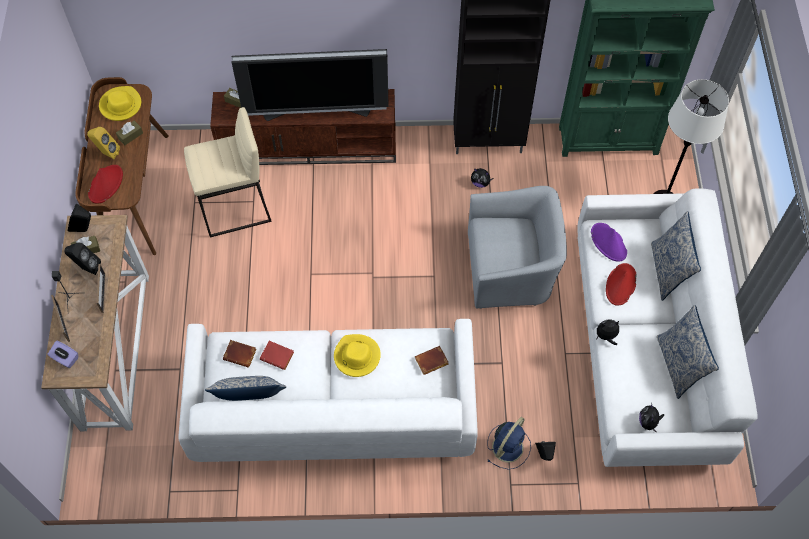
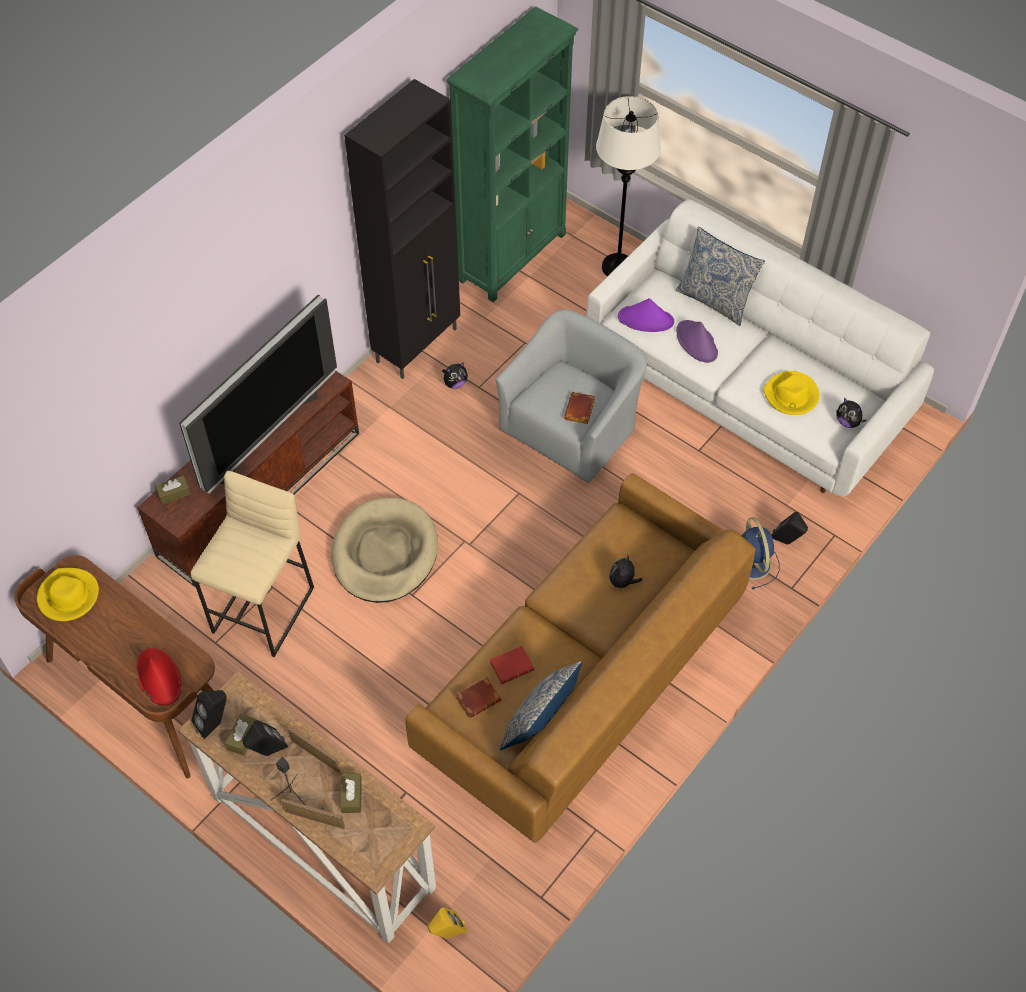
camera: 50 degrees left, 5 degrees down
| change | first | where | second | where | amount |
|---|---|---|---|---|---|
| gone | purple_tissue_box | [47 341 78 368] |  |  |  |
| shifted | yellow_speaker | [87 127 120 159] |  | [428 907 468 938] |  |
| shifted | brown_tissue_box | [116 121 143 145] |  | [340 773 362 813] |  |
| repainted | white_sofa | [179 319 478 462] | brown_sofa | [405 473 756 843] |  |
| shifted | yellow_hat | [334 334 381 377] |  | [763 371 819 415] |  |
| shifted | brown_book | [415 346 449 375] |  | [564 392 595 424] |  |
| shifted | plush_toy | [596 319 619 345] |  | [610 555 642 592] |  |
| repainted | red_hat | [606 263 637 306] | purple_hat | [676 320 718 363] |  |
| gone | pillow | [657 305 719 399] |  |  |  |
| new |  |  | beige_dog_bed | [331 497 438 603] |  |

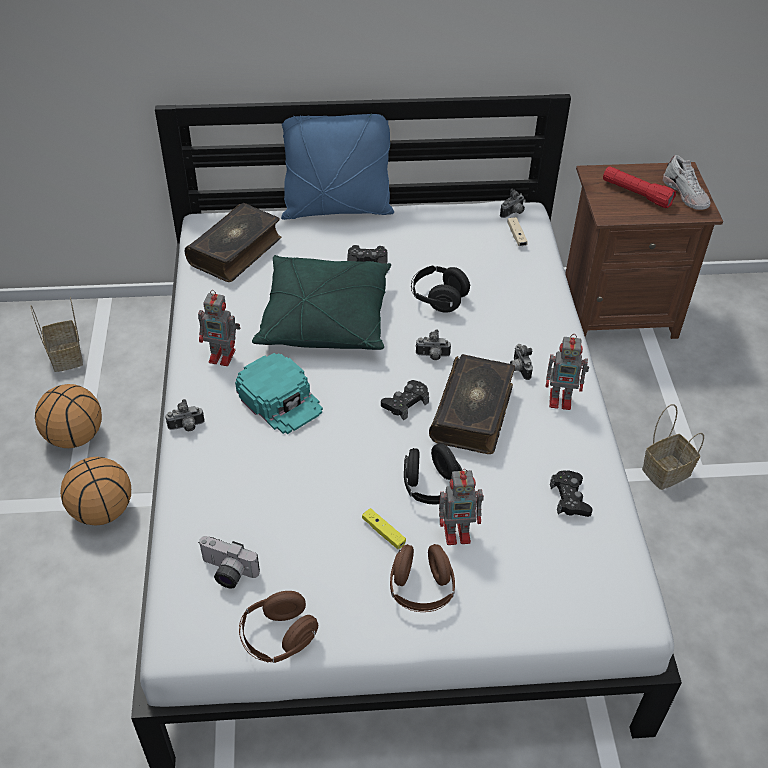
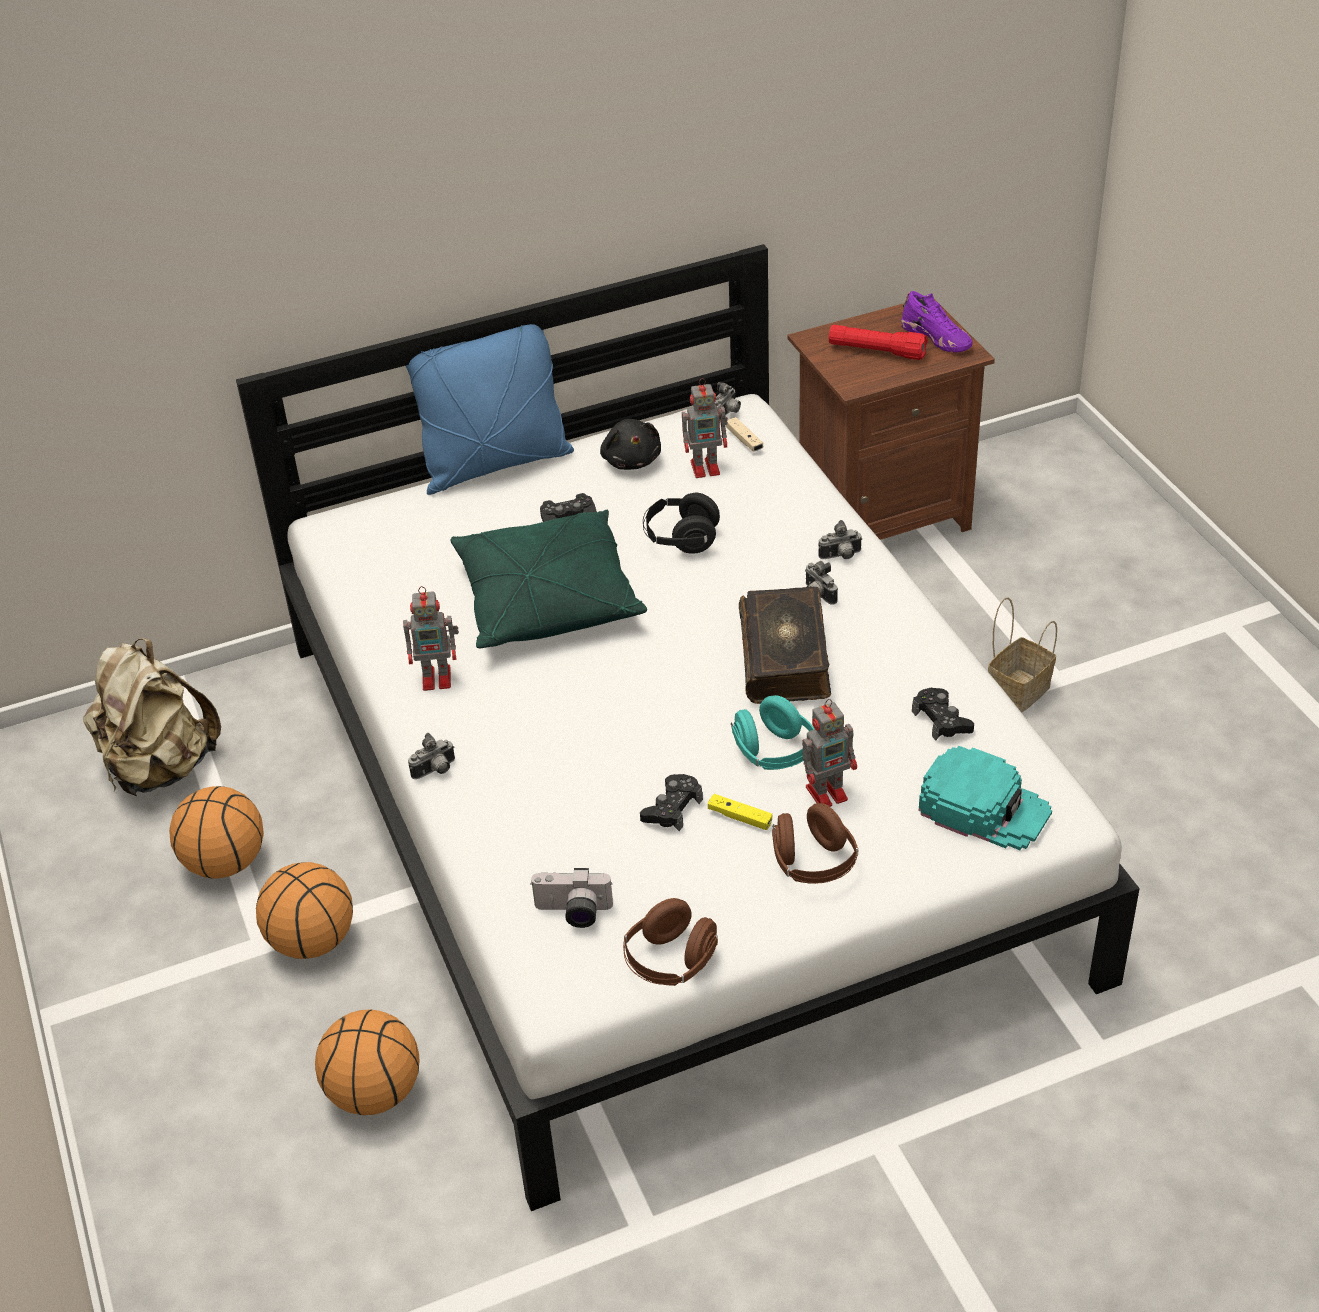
camera: 15 degrees left, 5 degrees down
| change | first | where | second | where | amount |
|---|---|---|---|---|---|
| swapped | basket | [31 297 83 372] | beige_backpack | [83 638 221 796] |  |
| gone | book | [185 203 281 282] |  |  |  |
| shifted | turquoise_cap | [235 353 323 434] |  | [919 746 1052 850] |  |
| shifted | black_game_controller | [381 380 429 420] |  | [640 774 703 831] |  |
| repainted | black_headphones | [404 443 462 504] | turquoise_headphones | [731 695 814 770] |  |
| shifted | photo_camera | [416 329 451 360] |  | [818 520 863 559] |  |
| shifted | toy_robot | [546 334 589 410] |  | [682 378 728 478] |  |
| repainted | white_shoe | [663 155 711 210] | purple_shoe | [901 291 973 353] |  |
| new |  |  | basketball | [315 1009 419 1115] |  |
| new |  |  | black_plush_toy | [600 419 661 470] |  |

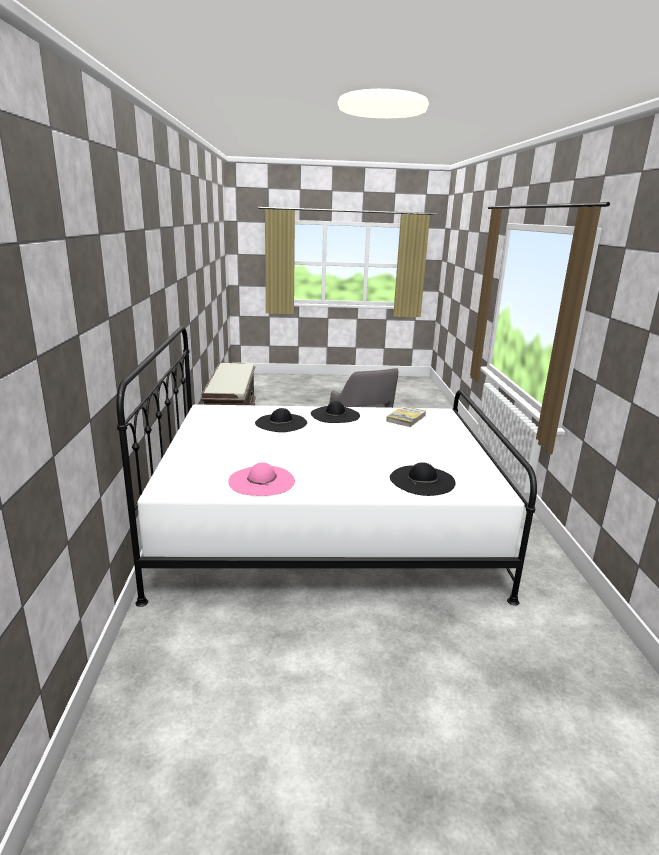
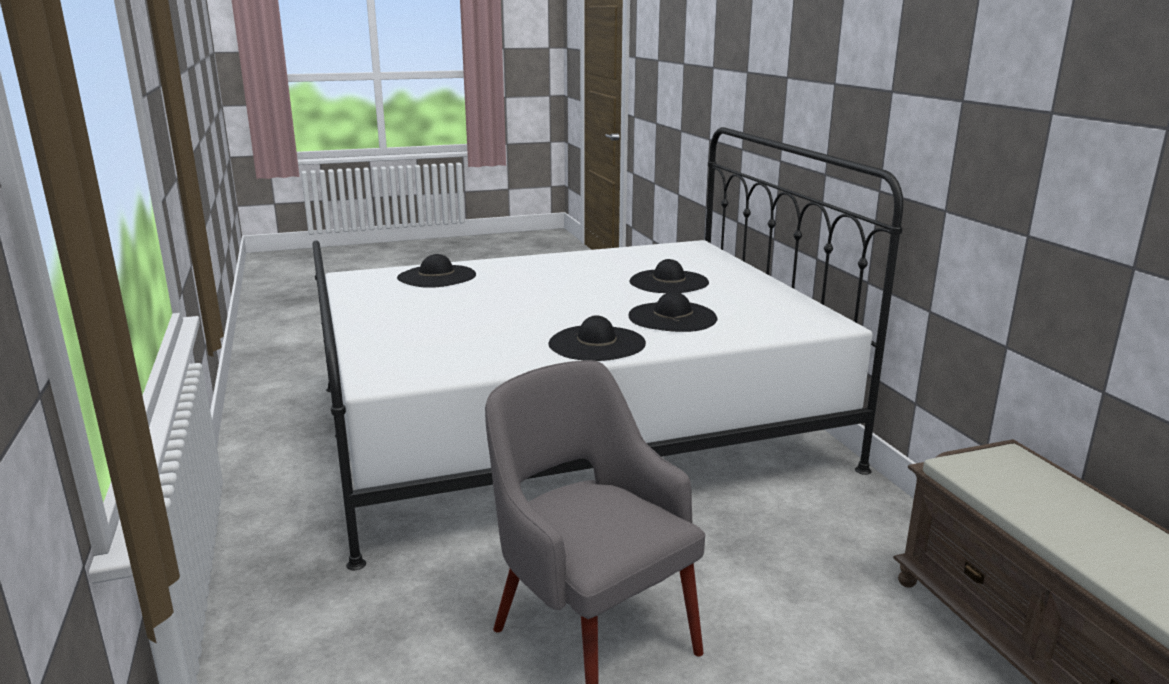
camera: 165 degrees right, 0 degrees up
| change | first | where | second | where | amount |
|---|---|---|---|---|---|
| gone | pink_hat | [228 462 295 496] |  |  |  |
| gone | book | [386 406 426 427] |  |  |  |
| new |  |  | black_hat | [630 259 709 293] |  |

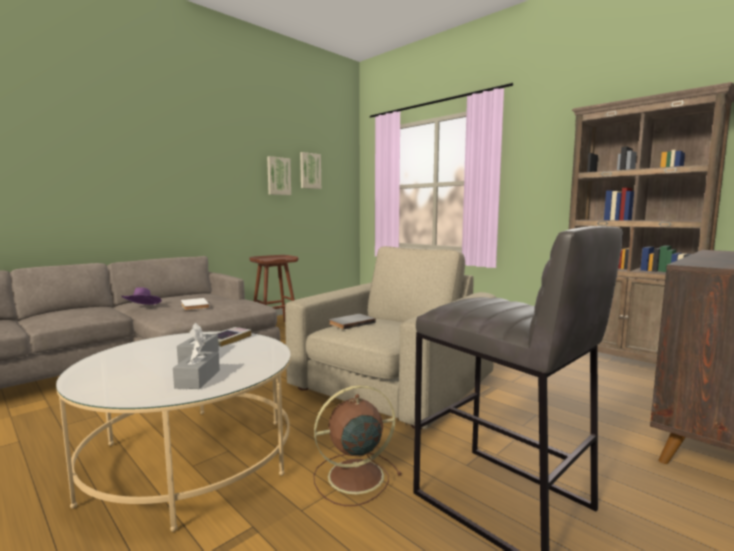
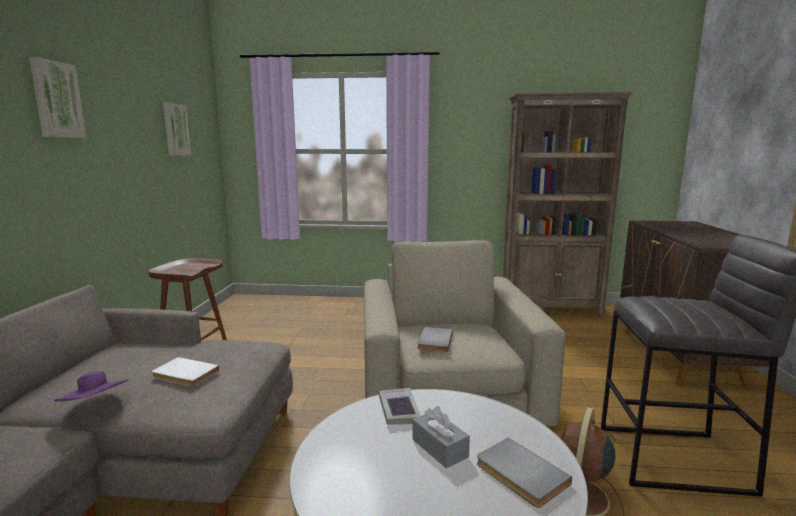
camera: 40 degrees left, 5 degrees up
| change | first | where | second | where | amount |
|---|---|---|---|---|---|
| swapped | grey_tissue_box | [173 340 220 389] | grey_book | [477 438 572 508] |  |
| shifted | picture | [267 156 291 195] |  | [29 57 86 138] |  |

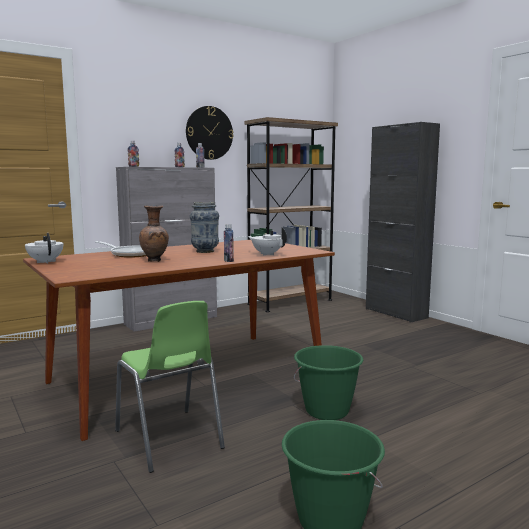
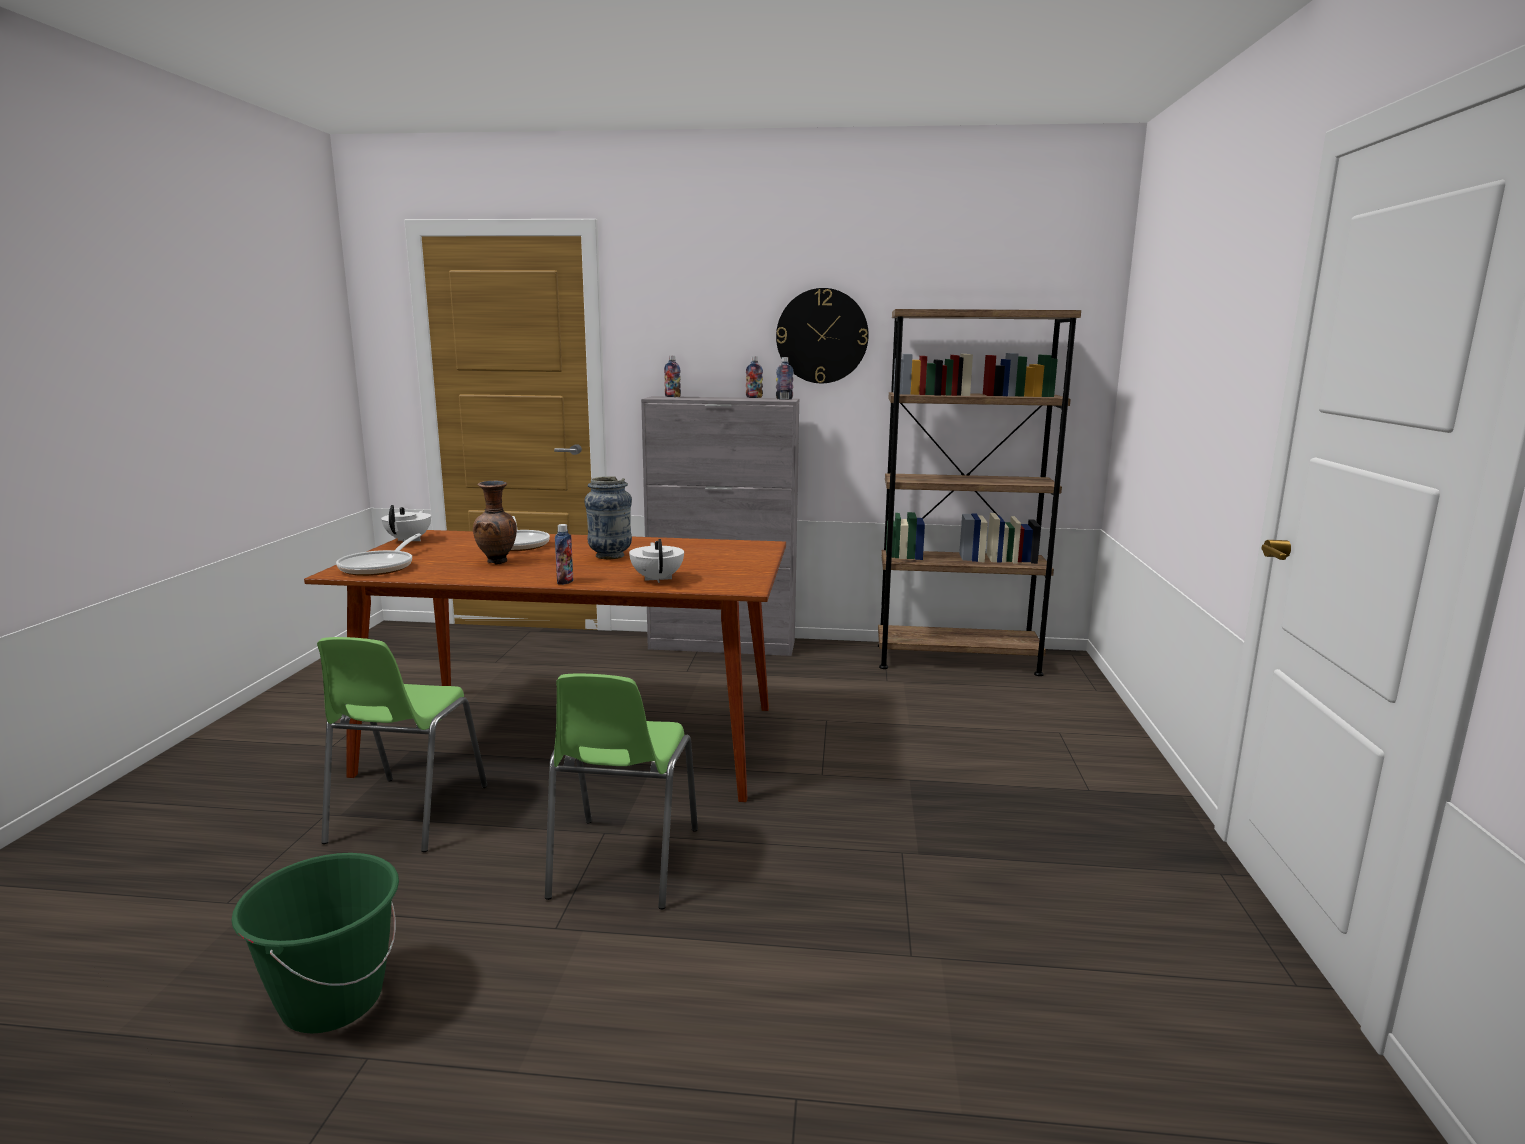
camera: 40 degrees right, 5 degrees up
| change | first | where | second | where | amount |
|---|---|---|---|---|---|
| swapped | green_bucket | [294 345 363 420] | green_chair | [545 673 698 909] |  |
| gone | black_cabinet | [366 122 440 323] |  |  |  |
| new |  |  | frying_pan | [336 534 421 576] |  |

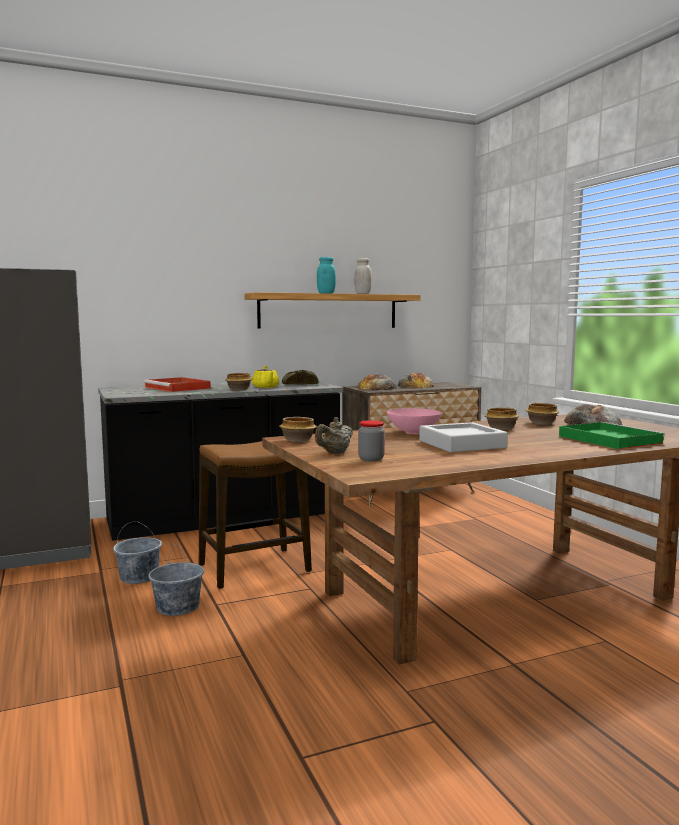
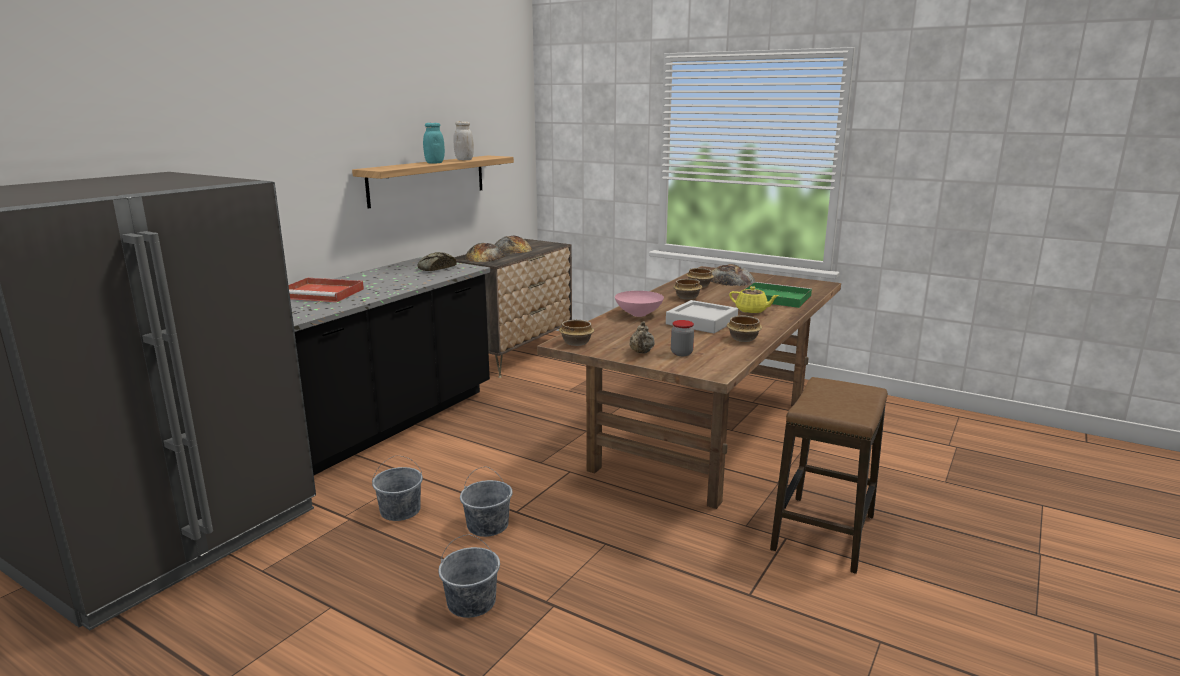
camera: 35 degrees left, 10 degrees up
| change | first | where | second | where | amount |
|---|---|---|---|---|---|
| shifted | stool | [199 441 312 589] |  | [770 377 888 574] |  |
| shifted | bowl | [225 373 252 391] |  | [727 316 762 342] |  |
| shifted | yellow_teapot | [252 366 279 388] |  | [729 286 779 313] |  |
| new |  |  | grey_bucket | [438 534 500 618] |  |

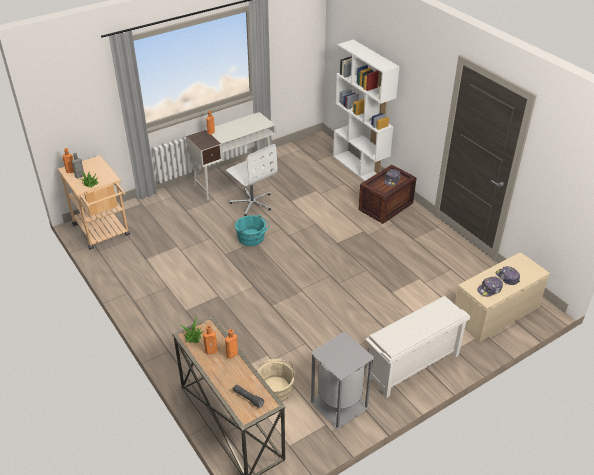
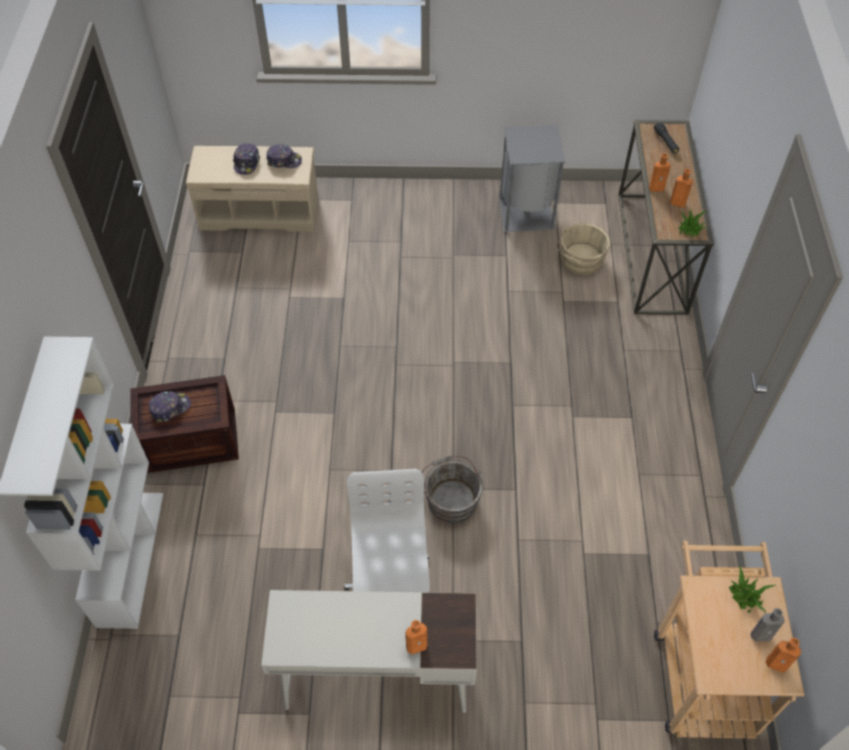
camera: 145 degrees left, 15 degrees up
| change | first | where | second | where | amount |
|---|---|---|---|---|---|
| repainted | turquoise_bucket | [235 214 269 246] | grey_bucket | [422 455 483 523] |  |
| gone | white_shoe_rack | [365 296 470 398] |  |  |  |

